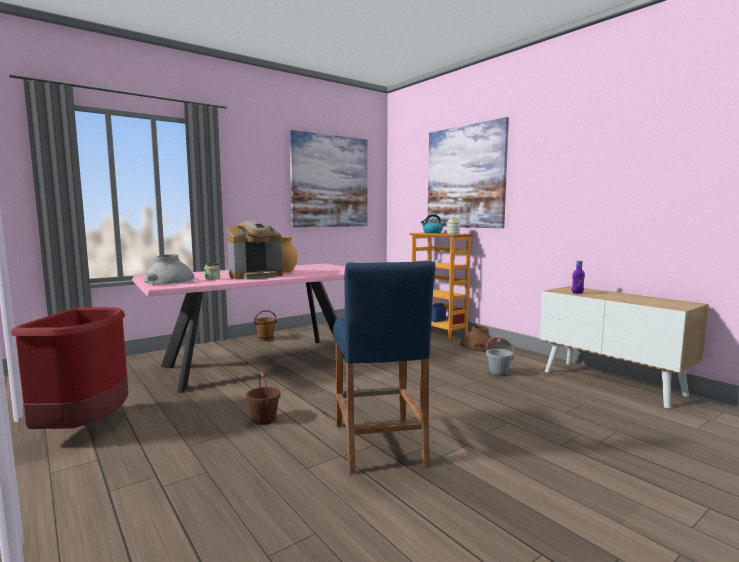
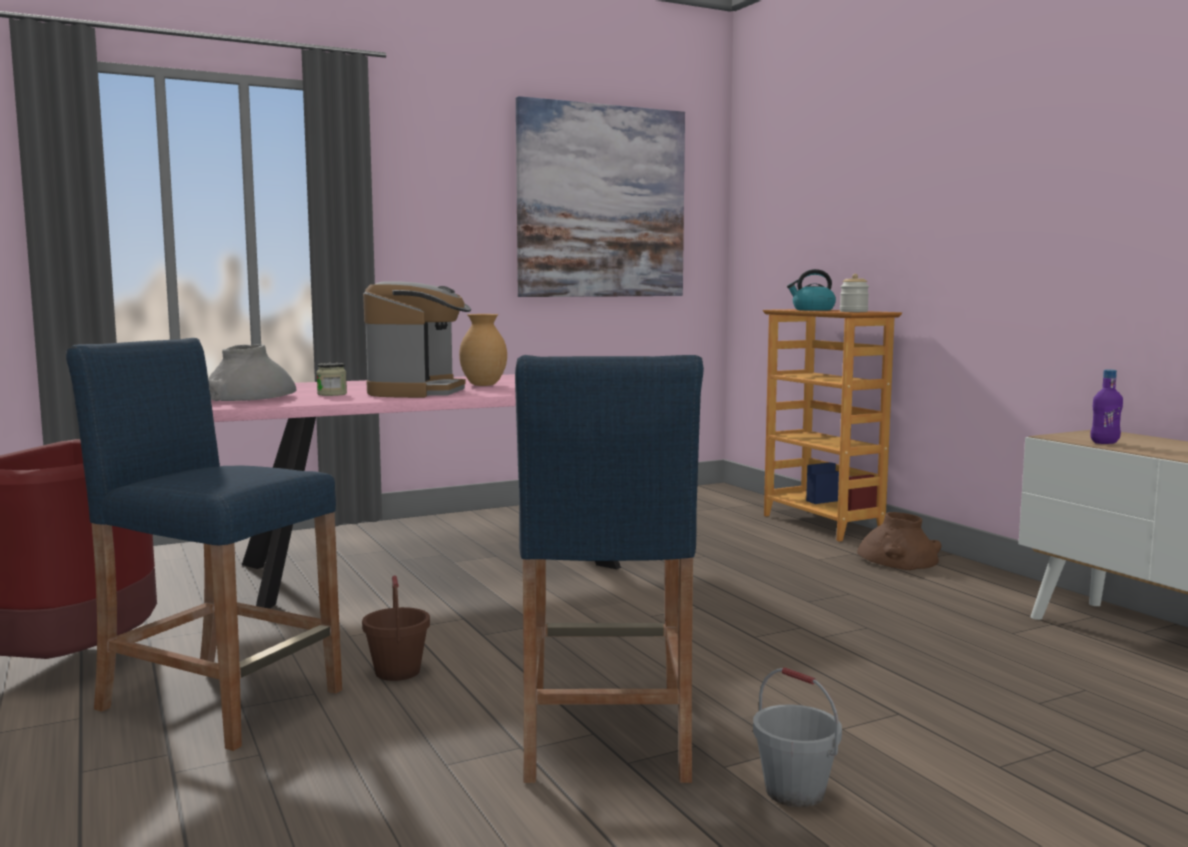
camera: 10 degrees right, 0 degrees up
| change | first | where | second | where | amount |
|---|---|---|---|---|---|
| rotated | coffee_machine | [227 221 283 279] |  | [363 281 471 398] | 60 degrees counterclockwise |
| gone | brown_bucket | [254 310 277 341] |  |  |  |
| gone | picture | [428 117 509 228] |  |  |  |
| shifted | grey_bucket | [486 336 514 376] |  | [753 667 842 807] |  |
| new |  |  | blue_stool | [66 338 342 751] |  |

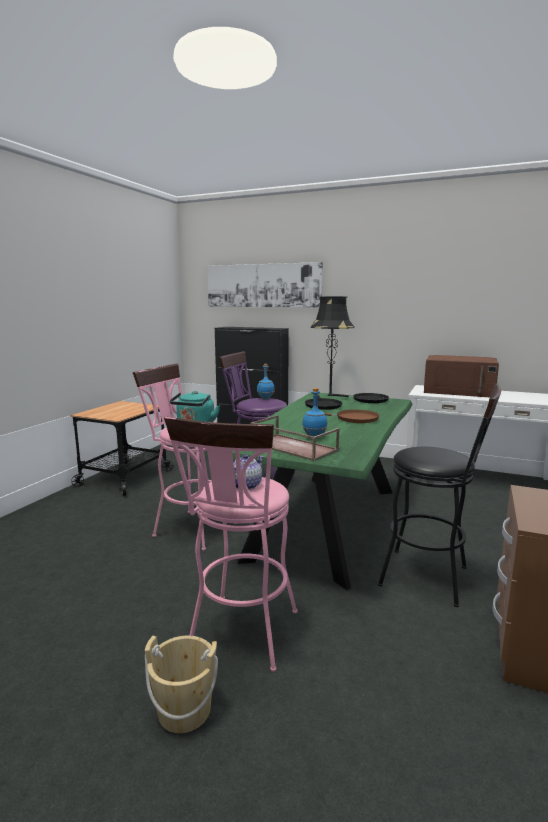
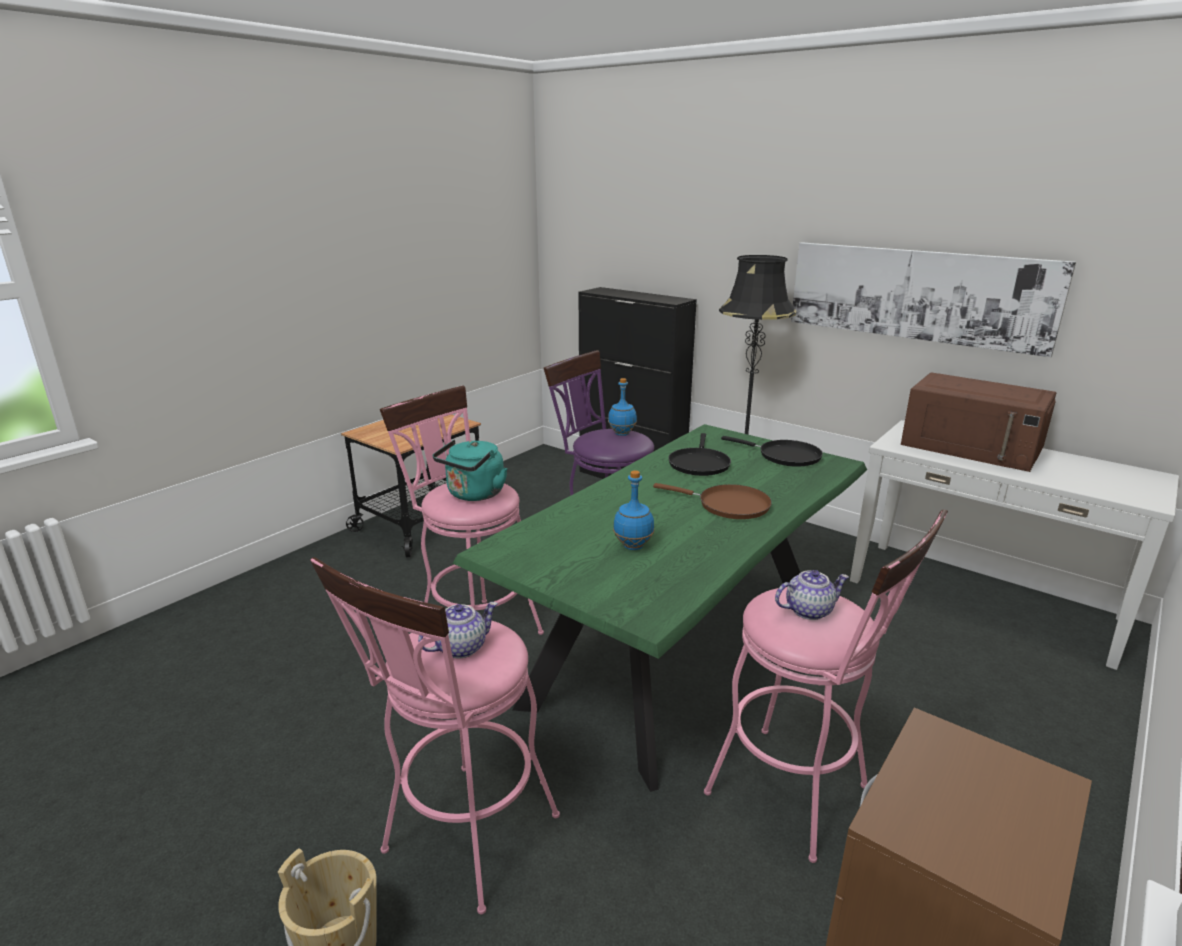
camera: 15 degrees right, 10 degrees up
| change | first | where | second | where | amount |
|---|---|---|---|---|---|
| shifted | picture | [207 262 323 308] |  | [791 242 1076 357] |  |
| gone | brown_tray | [251 415 339 461] |  |  |  |
| repainted | black_stool | [378 384 501 607] | pink_stool | [704 509 948 863] |  |
| new |  |  | teapot | [775 570 849 620] |  |

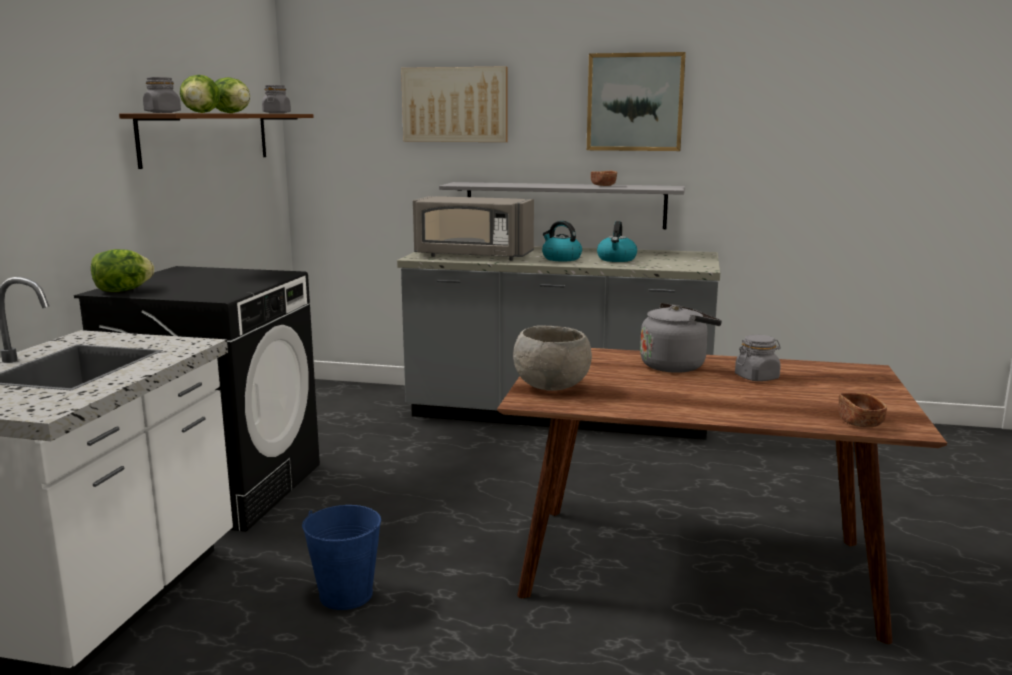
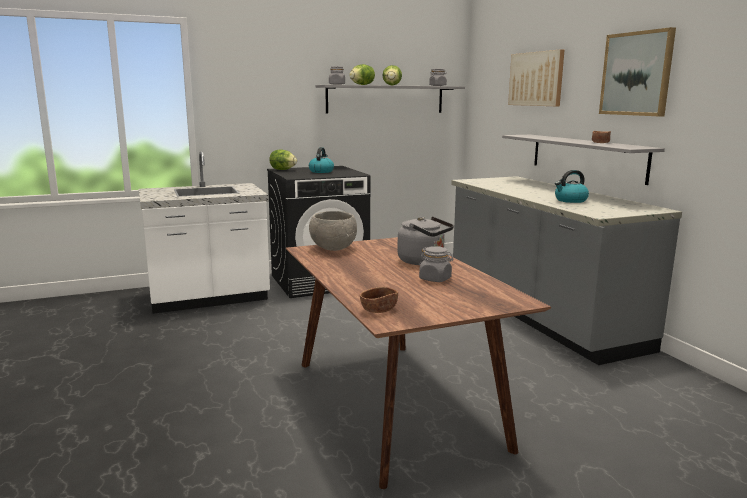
camera: 55 degrees right, 0 degrees up
| change | first | where | second | where | amount |
|---|---|---|---|---|---|
| repainted | brown_shelf | [119 113 314 169] | grey_shelf | [316 85 465 113] |  |
| gone | blue_bucket | [302 505 381 610] |  |  |  |
| gone | grey_microwave | [413 196 534 260] |  |  |  |
| shifted | kettle | [542 221 582 261] |  | [309 147 334 173] |  |

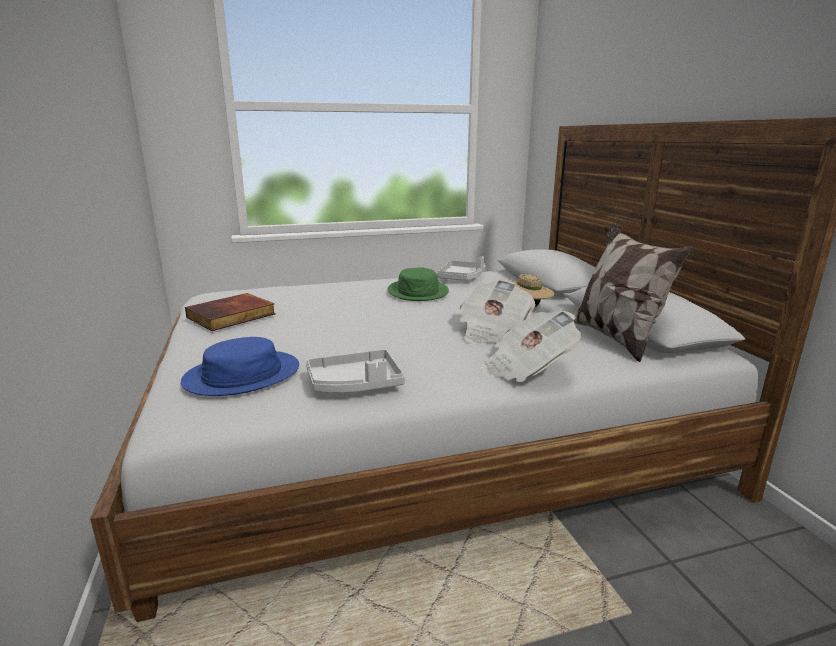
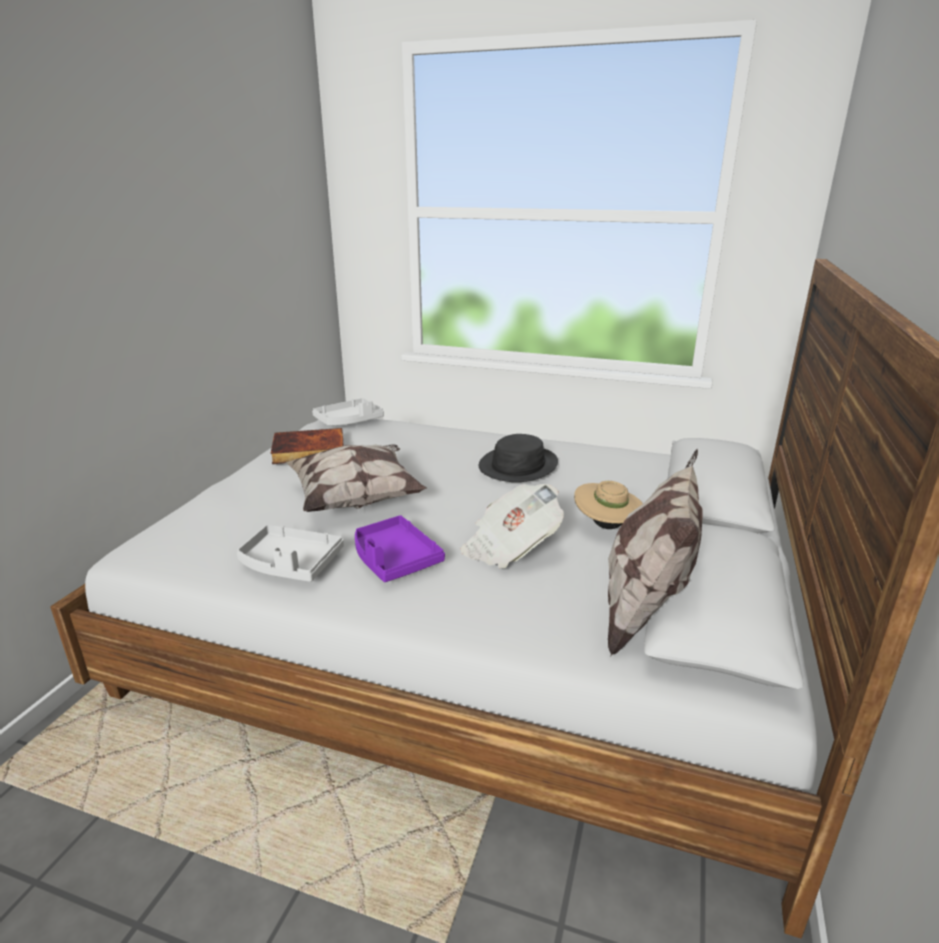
camera: 35 degrees right, 5 degrees up
| change | first | where | second | where | amount |
|---|---|---|---|---|---|
| gone | blue_hat | [181 337 299 396] |  |  |  |
| repainted | green_hat | [388 267 449 301] | black_hat | [479 434 558 482] |  |
| shifted | grey_tray | [437 256 486 280] |  | [312 398 384 426] |  |
| gone | newspaper | [480 311 581 382] |  |  |  |
| new |  |  | pillow | [286 444 427 512] |  |
| new |  |  | purple_tray | [355 515 445 582] |  |

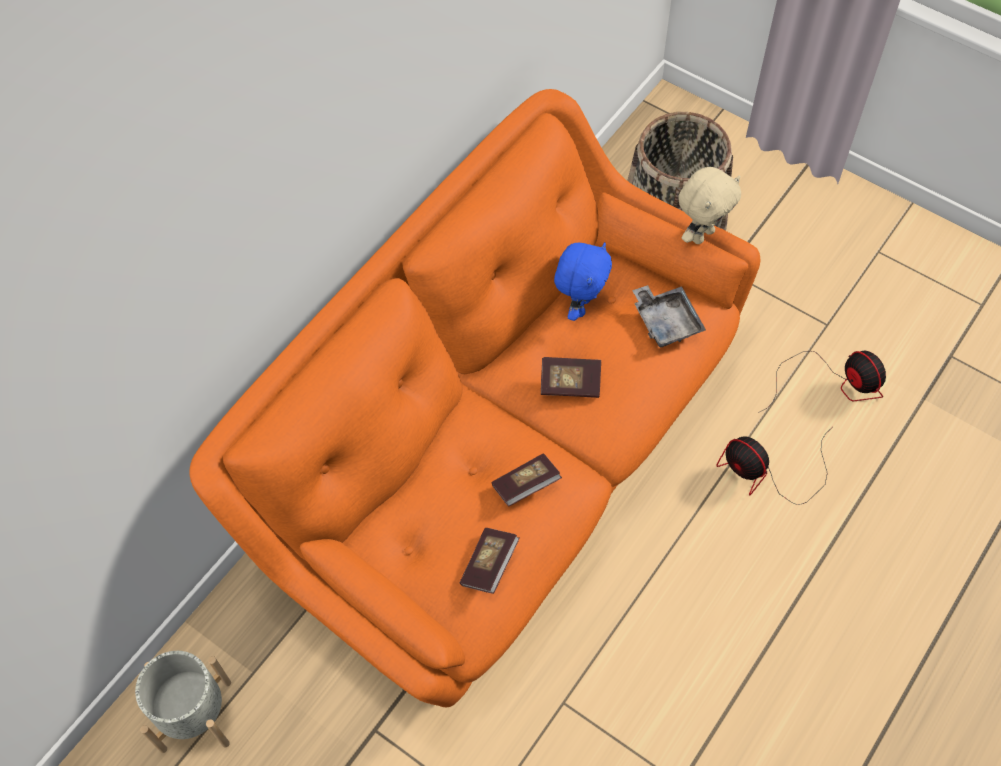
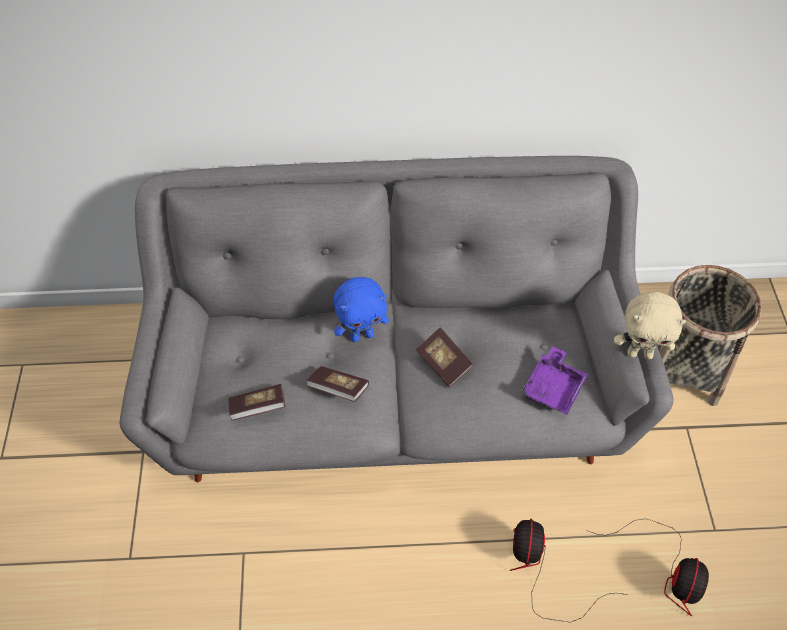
camera: 50 degrees right, 5 degrees down
| change | first | where | second | where | amount |
|---|---|---|---|---|---|
| gone | grey_planter | [135 651 231 753] |  |  |  |
| repainted | orange_sofa | [190 89 761 707] | grey_sofa | [120 156 674 482] |  |
| shifted | blue_plush_toy | [554 242 612 321] |  | [334 277 389 342] |  |
| repainted | grey_tray | [632 285 706 348] | purple_tray | [522 346 588 415] |  |

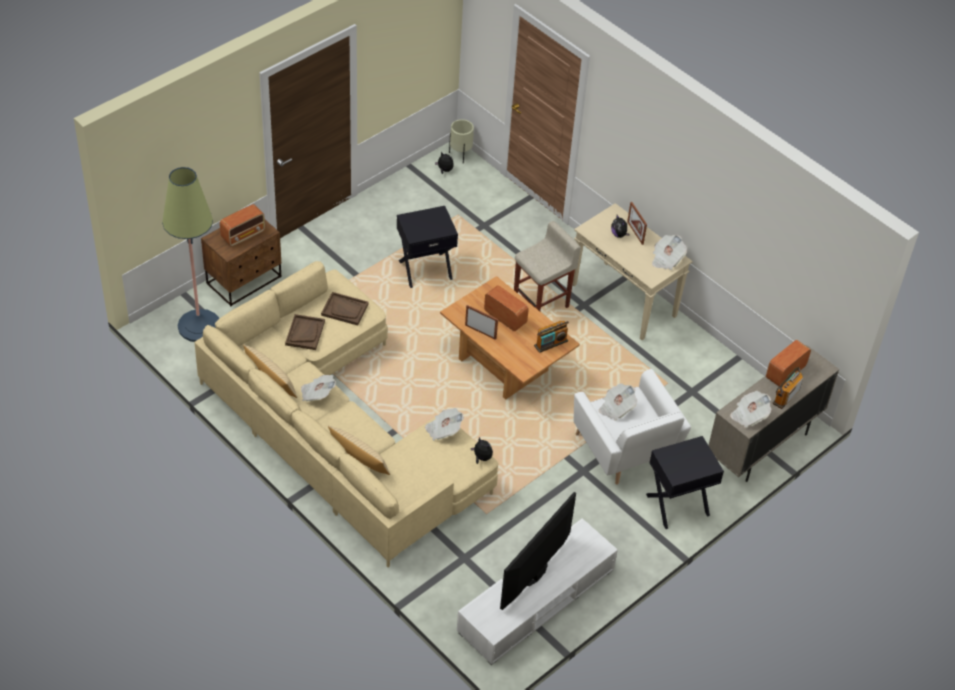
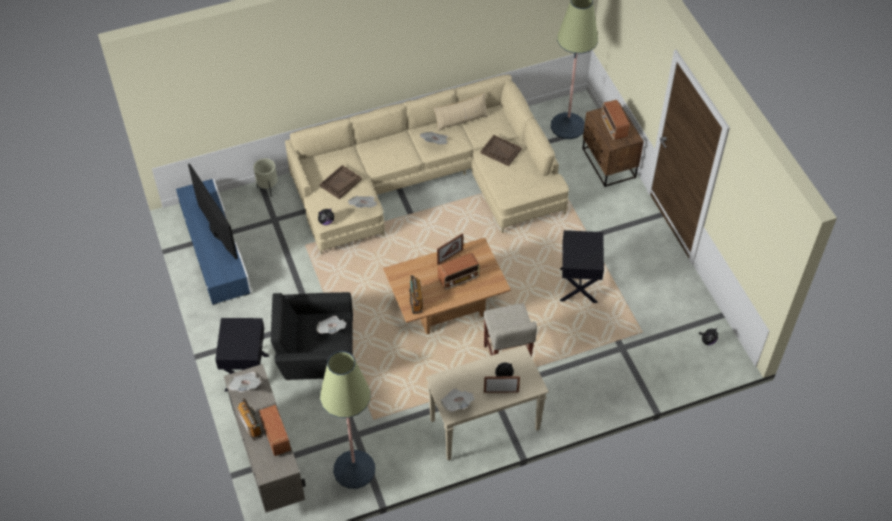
camera: 115 degrees right, 5 degrees up
| change | first | where | second | where | amount |
|---|---|---|---|---|---|
| shifted | brown_tray | [321 292 369 326] |  | [320 165 362 199] |  |
| gone | beige_pillow | [328 426 390 475] |  |  |  |
| shifted | beige_planter | [449 119 474 164] |  | [254 158 278 197] |  |
| repainted | white_tv_stand | [457 519 618 665] | blue_tv_stand | [176 179 252 305] |  |
| repainted | white_armchair | [573 369 691 485] | black_armchair | [271 292 353 380] |  |
| new |  |  | floor_lamp | [320 351 375 489] |  |

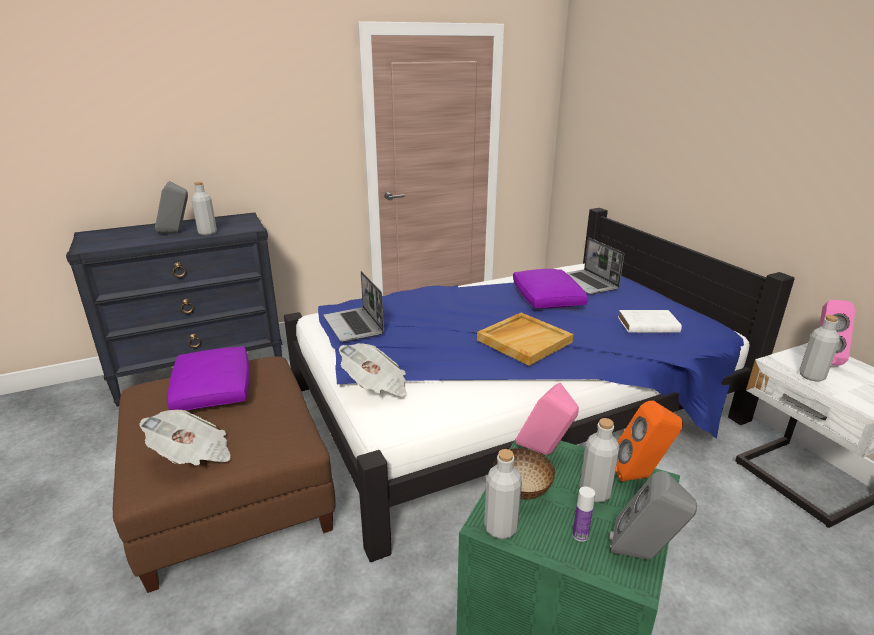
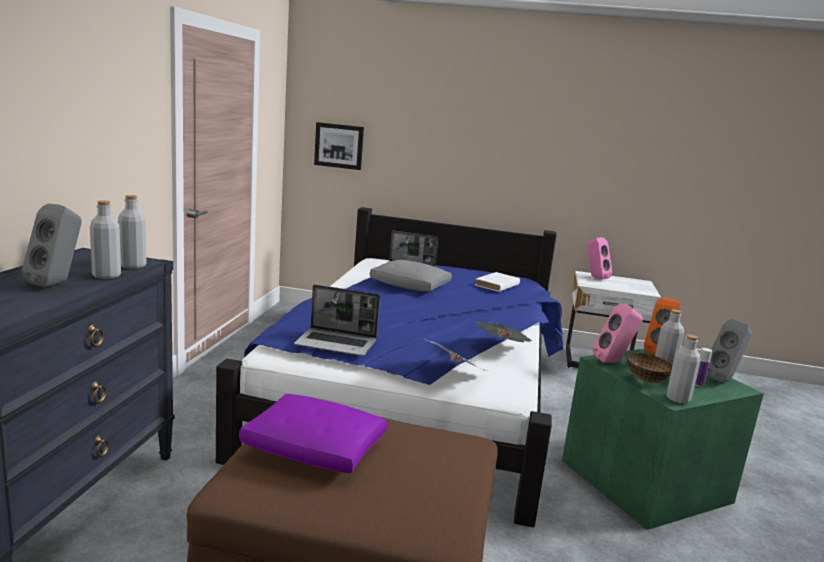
camera: 55 degrees left, 10 degrees down
| change | first | where | second | where | amount |
|---|---|---|---|---|---|
| shifted | newspaper | [139 410 231 465] |  | [474 322 532 342] |  |
| gone | beige_tray | [477 313 573 366] |  |  |  |
| repainted | purple_pillow | [513 269 588 308] | grey_pillow | [370 260 452 291] |  |
| shifted | grey_bottle | [800 315 840 381] |  | [118 195 147 269] |  |
| new |  |  | picture | [314 122 364 170] |  |

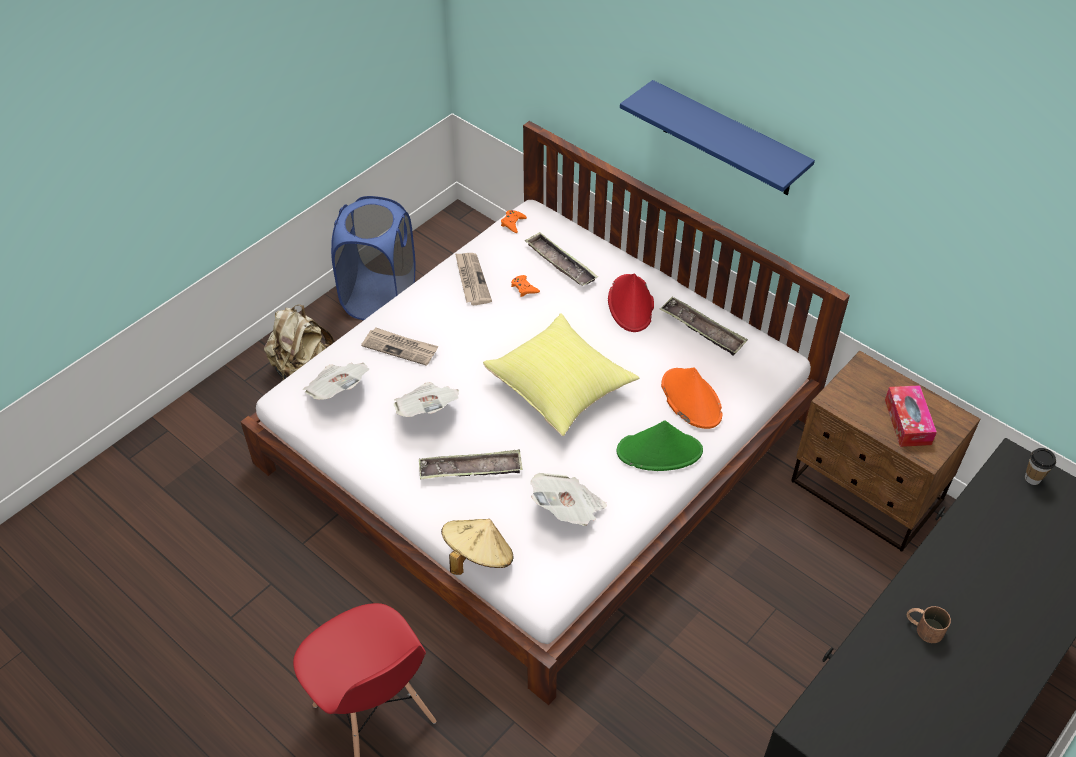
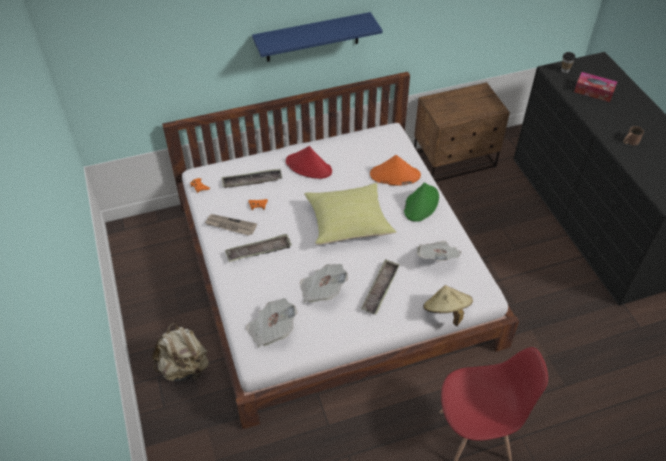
camera: 60 degrees left, 0 degrees up
| change | first | where | second | where | amount |
|---|---|---|---|---|---|
| gone | blue_laundry_basket | [331 196 416 320] |  |  |  |
| gone | newspaper | [361 328 439 366] |  |  |  |
| shifted | tray | [659 297 748 355] |  | [225 234 292 262] |  |
| shifted | tissue_box | [885 385 937 447] |  | [574 72 617 102] |  |

